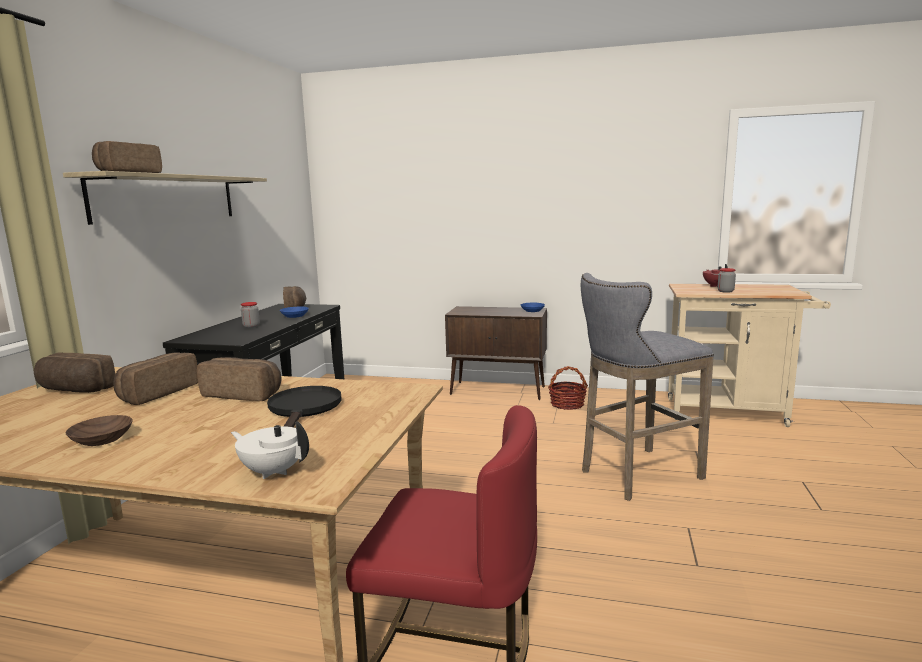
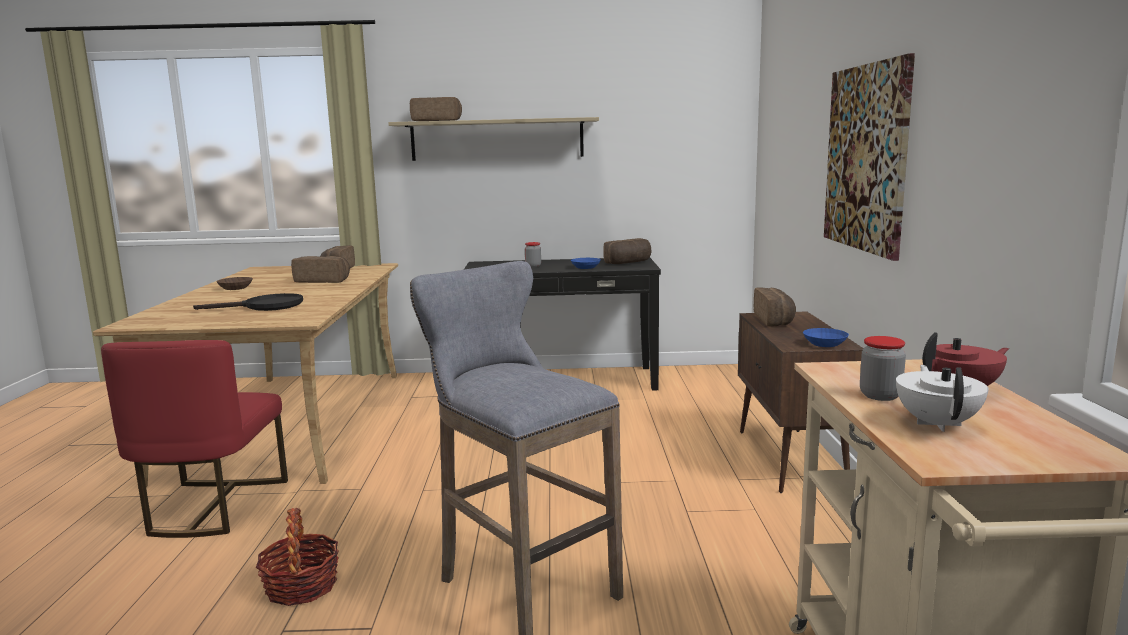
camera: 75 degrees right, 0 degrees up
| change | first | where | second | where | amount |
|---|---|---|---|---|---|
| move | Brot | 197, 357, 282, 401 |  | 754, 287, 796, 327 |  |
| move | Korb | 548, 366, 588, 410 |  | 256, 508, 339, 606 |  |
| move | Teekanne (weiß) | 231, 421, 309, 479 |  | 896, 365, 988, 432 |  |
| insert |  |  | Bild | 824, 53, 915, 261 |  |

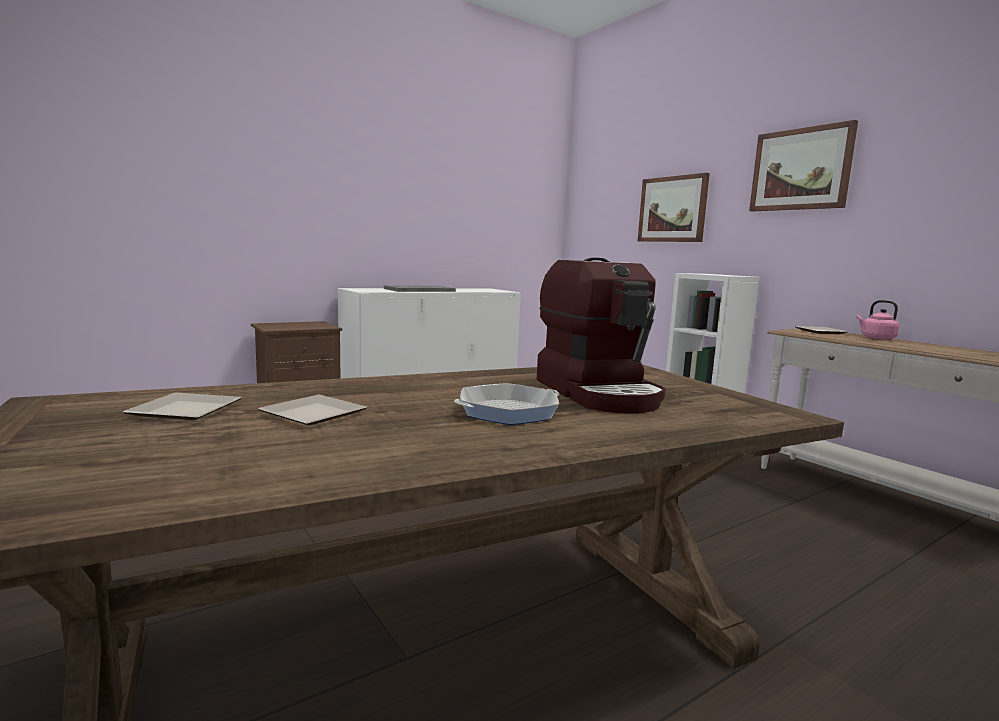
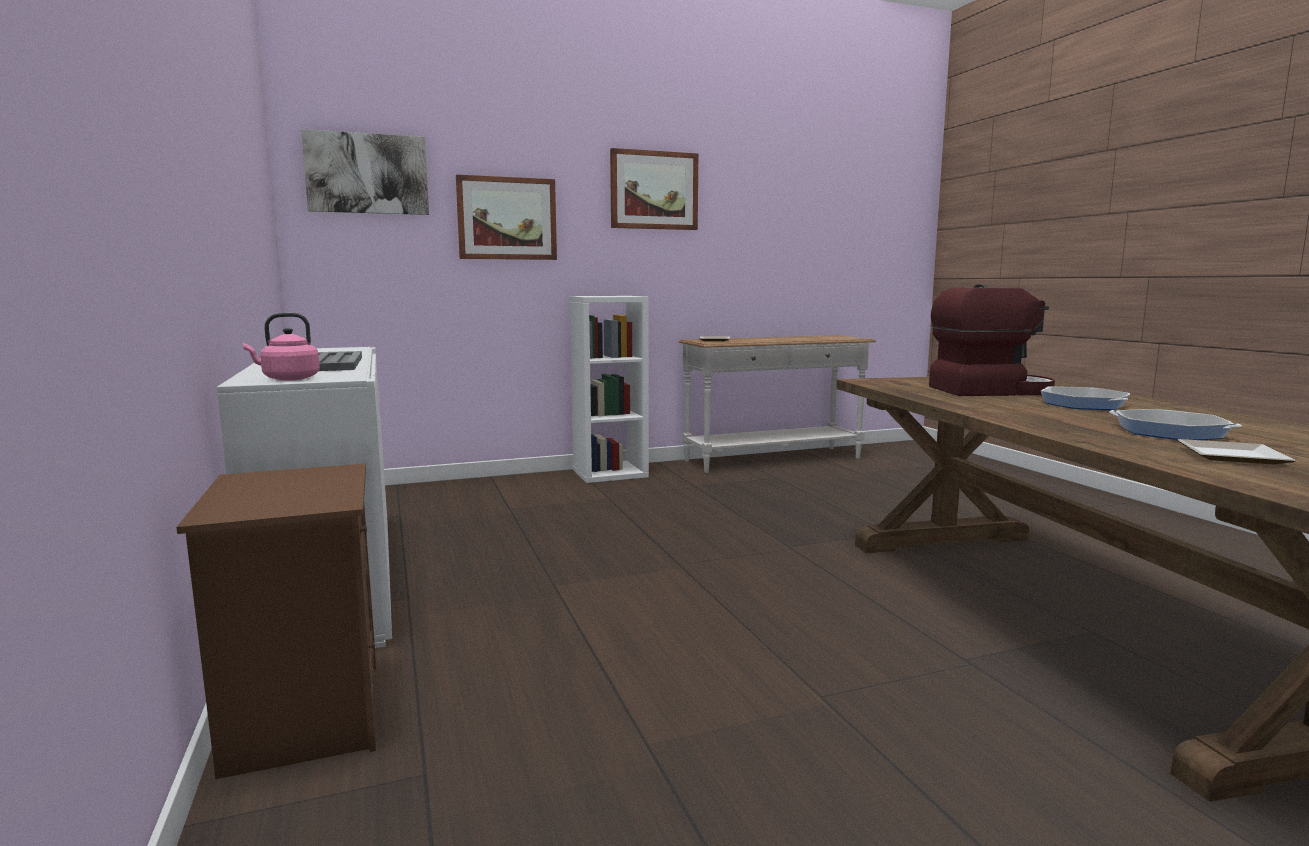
camera: 75 degrees left, 0 degrees up
| change | first | where | second | where | amount |
|---|---|---|---|---|---|
| move | Wasserkessel (rosa) | 856, 300, 900, 340 |  | 243, 313, 320, 381 |  |
| replace | Teller | 258, 395, 367, 426 | Pfanne | 1109, 409, 1242, 440 |  |
| insert |  |  | Bild | 301, 129, 429, 215 |  |

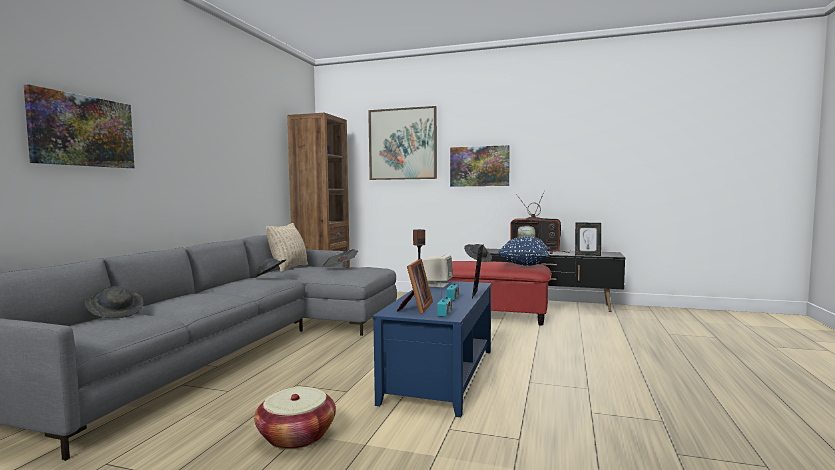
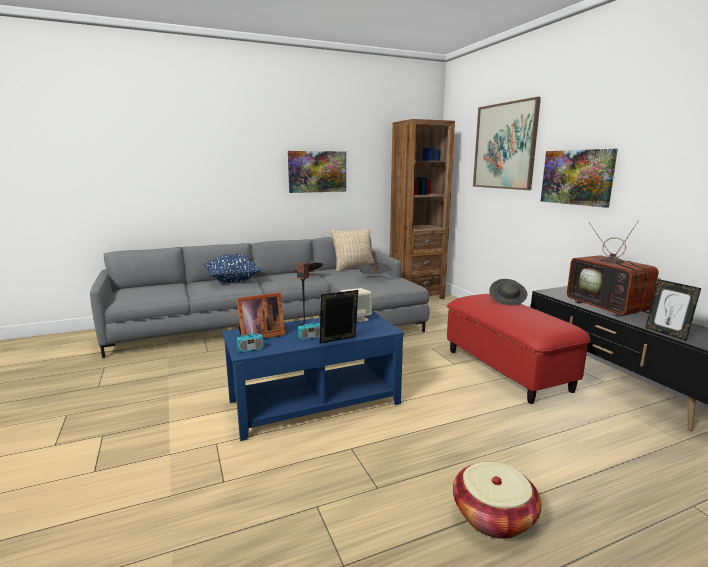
camera: 50 degrees right, 10 degrees up
| change | first | where | second | where | amount |
|---|---|---|---|---|---|
| move | Bild | 24, 84, 135, 168 |  | 288, 151, 346, 193 |  |
| move | Kissen (blau) | 497, 236, 550, 266 |  | 205, 254, 261, 283 |  |
| delete | Hut (grau) | 85, 286, 144, 318 |  |  |  |
| move | Korb | 254, 387, 336, 449 |  | 453, 461, 542, 539 |  |

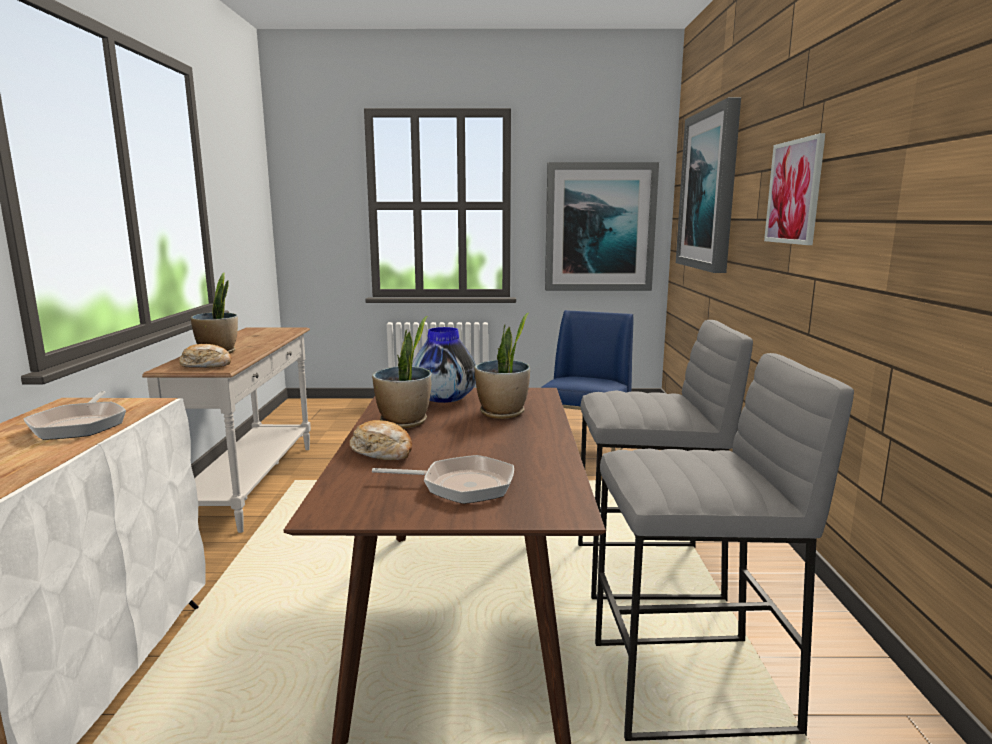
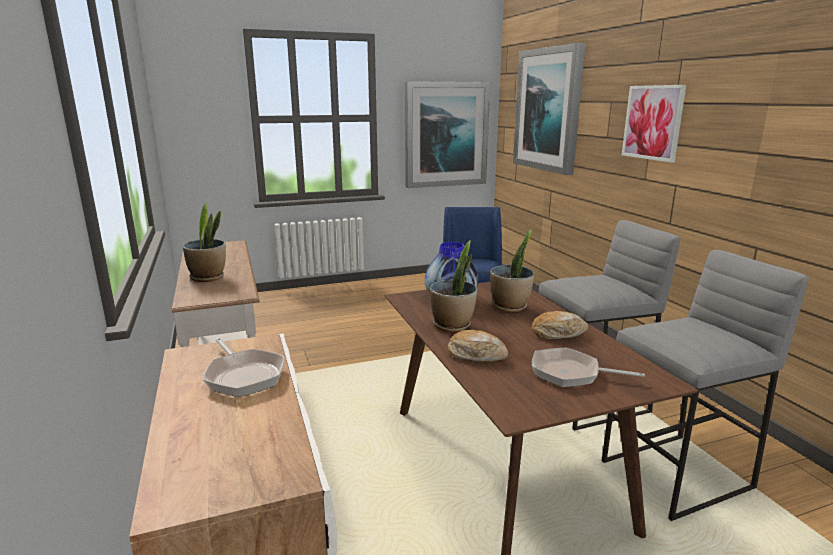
camera: 20 degrees left, 5 degrees up
| change | first | where | second | where | amount |
|---|---|---|---|---|---|
| move | Brot | 179, 344, 231, 368 |  | 532, 311, 588, 339 |  |
| rotate | Pfanne | 372, 455, 514, 504 |  | 532, 348, 645, 387 | 150 degrees counterclockwise |

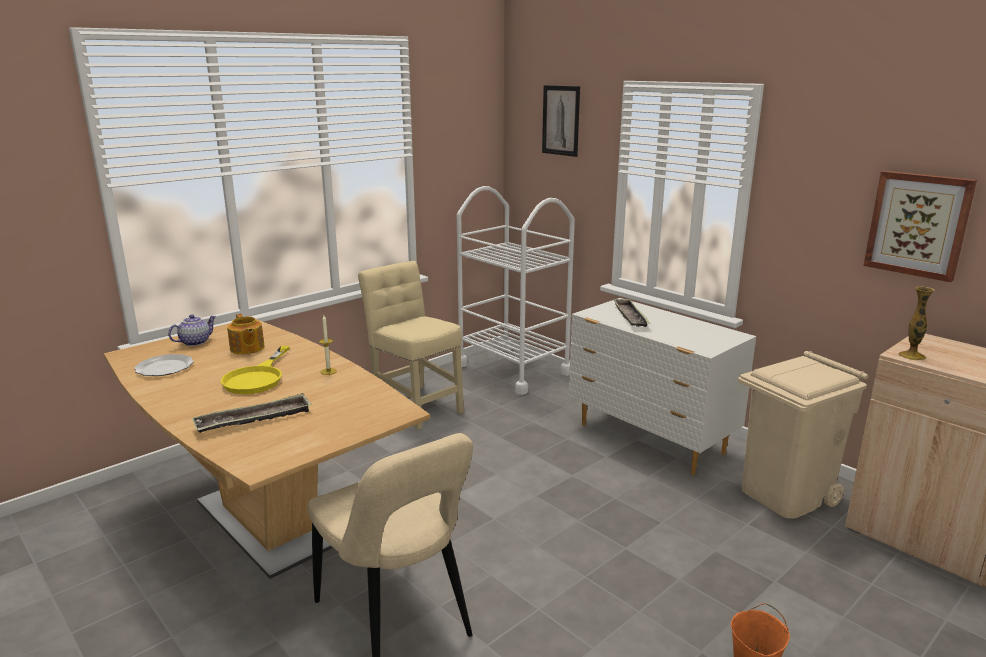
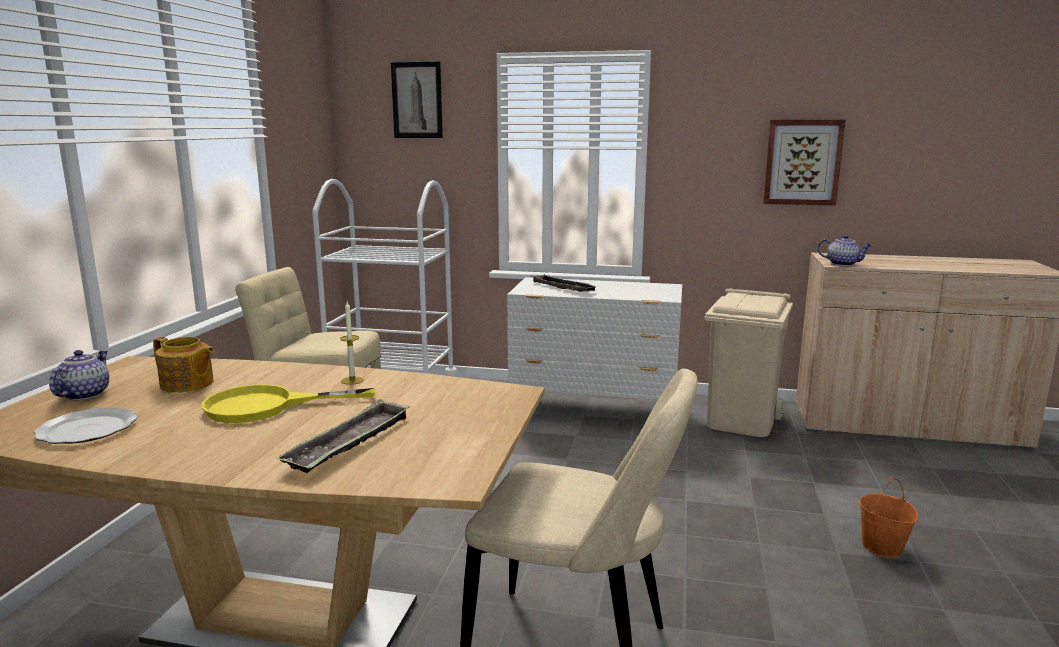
camera: 35 degrees left, 5 degrees down
| change | first | where | second | where | amount |
|---|---|---|---|---|---|
| replace | Vase | 898, 287, 934, 361 | Teekanne | 818, 235, 872, 266 |  |
| rotate | Pfanne (gelb) | 221, 346, 290, 394 |  | 201, 384, 376, 423 | 105 degrees clockwise |

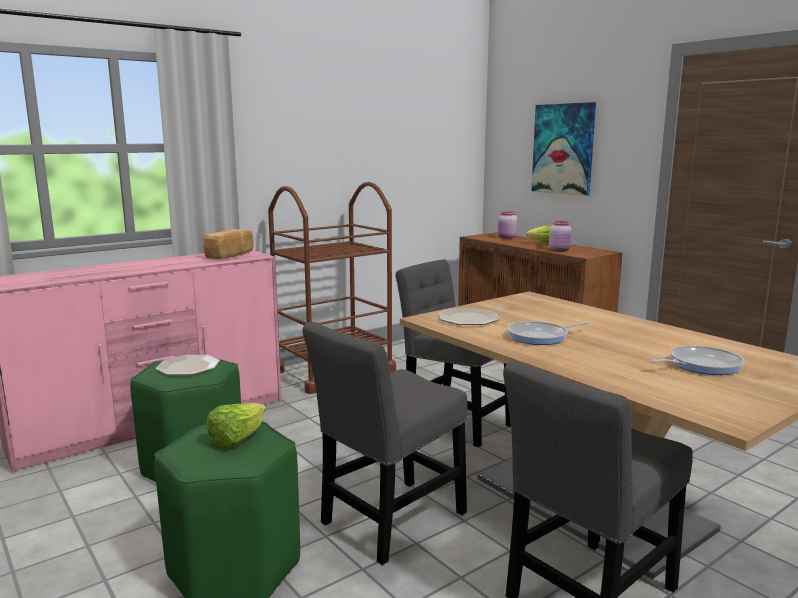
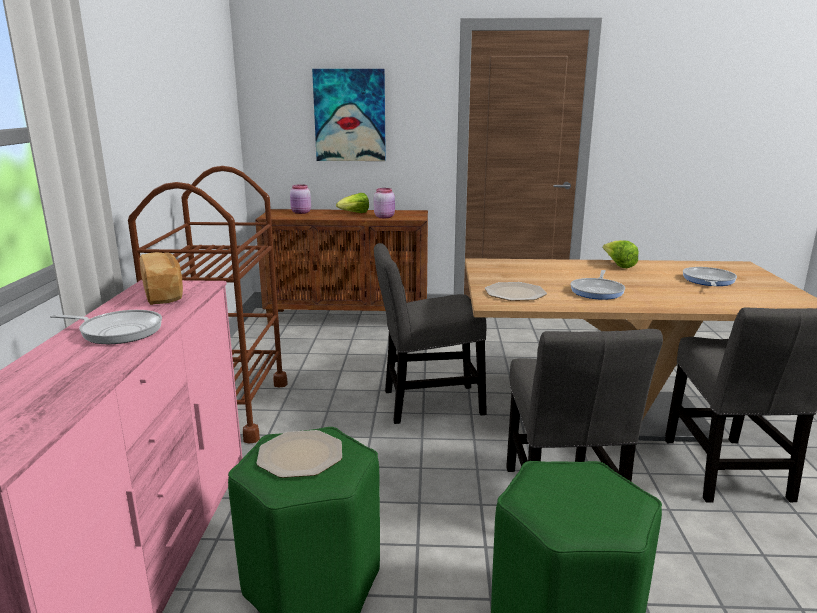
camera: 50 degrees left, 5 degrees up
| change | first | where | second | where | amount |
|---|---|---|---|---|---|
| move | Salatkopf | 206, 403, 266, 448 |  | 603, 240, 639, 268 |  |
| insert |  |  | Pfanne | 50, 310, 162, 344 |  |

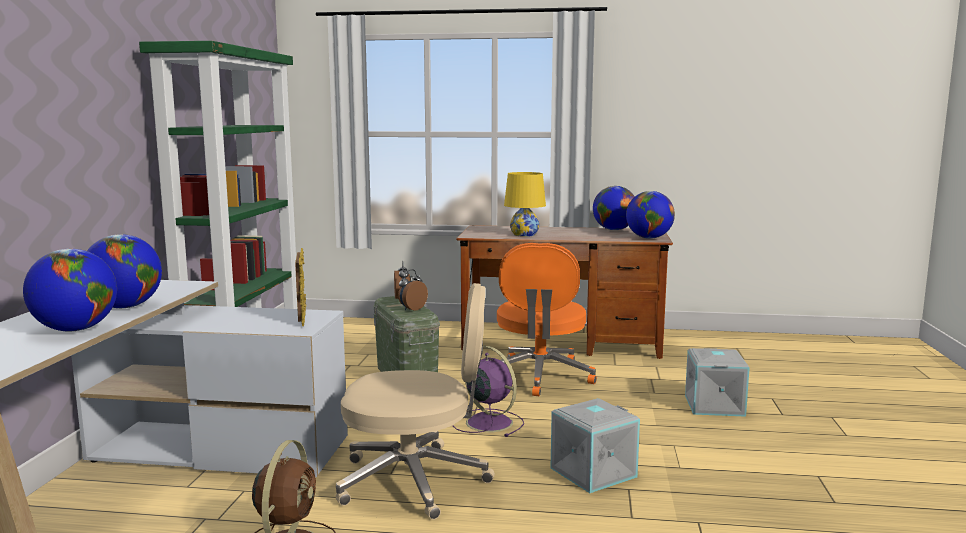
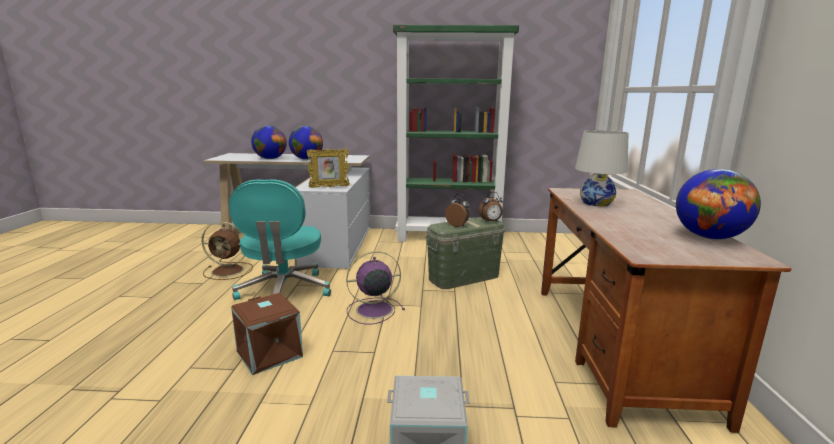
camera: 85 degrees right, 5 degrees up
| change | first | where | second | where | amount |
|---|---|---|---|---|---|
| recolor | Tischlampe (gelb) | 504, 172, 546, 237 | Tischlampe (weiß) | 575, 130, 628, 207 |  |
| delete | Globus | 626, 191, 675, 239 |  |  |  |
| delete | Bürostuhl (orange) | 497, 243, 597, 396 |  |  |  |
| recolor | Bürostuhl (beige) | 336, 283, 495, 520 | Bürostuhl (türkis) | 229, 179, 331, 300 |  |
| rotate | Ventilator (lila) | 453, 346, 524, 437 |  | 346, 251, 405, 324 | 150 degrees counterclockwise |
| recolor | Aufbewahrungsbox (grau) | 551, 398, 640, 493 | Aufbewahrungsbox (braun) | 231, 293, 303, 375 |  |

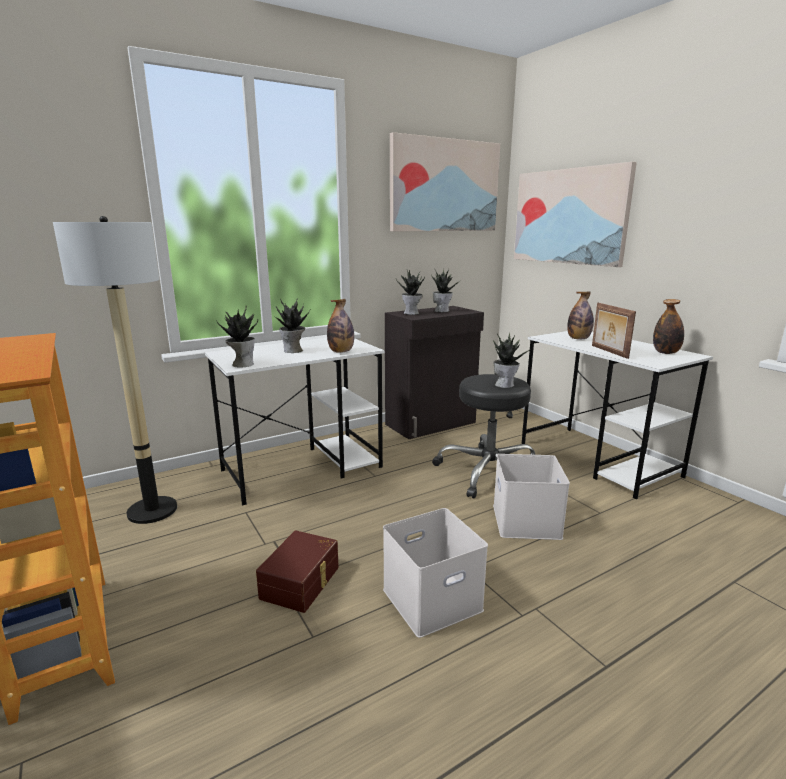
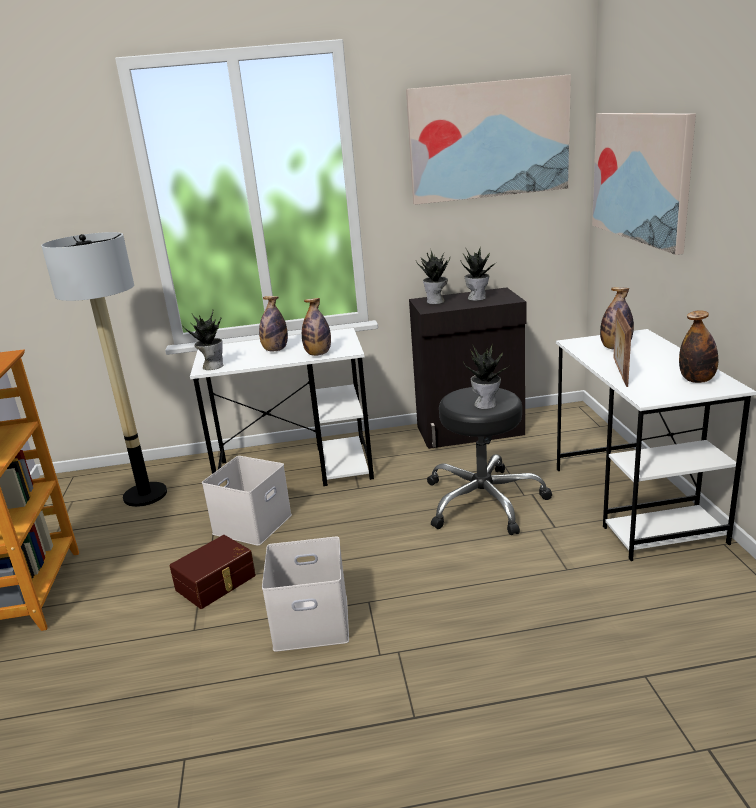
camera: 25 degrees right, 5 degrees up
| change | first | where | second | where | amount |
|---|---|---|---|---|---|
| replace | Topfpflanze | 274, 298, 311, 353 | Flasche | 259, 296, 288, 351 |  |
| move | Aufbewahrungsbox (weiß) | 493, 454, 570, 540 |  | 202, 456, 292, 546 |  |

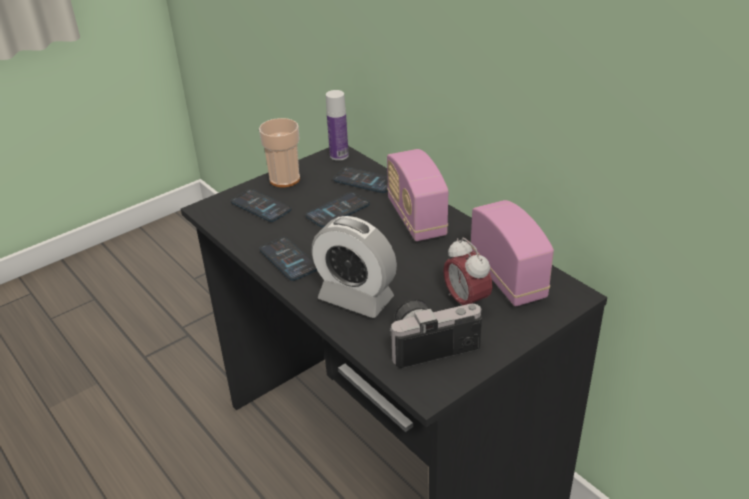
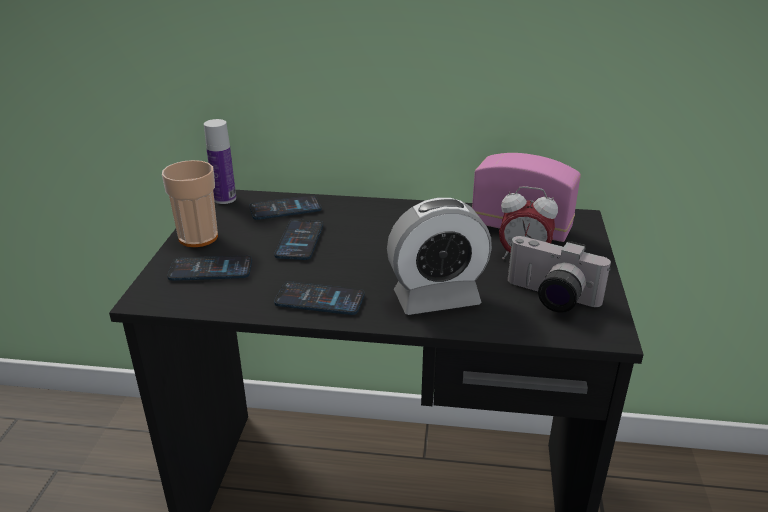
camera: 45 degrees left, 5 degrees down
| change | first | where | second | where | amount |
|---|---|---|---|---|---|
| delete | Radio | 387, 149, 448, 241 |  |  |  |
| rotate | Kamera | 389, 299, 482, 368 |  | 508, 236, 611, 313 | 90 degrees counterclockwise |

